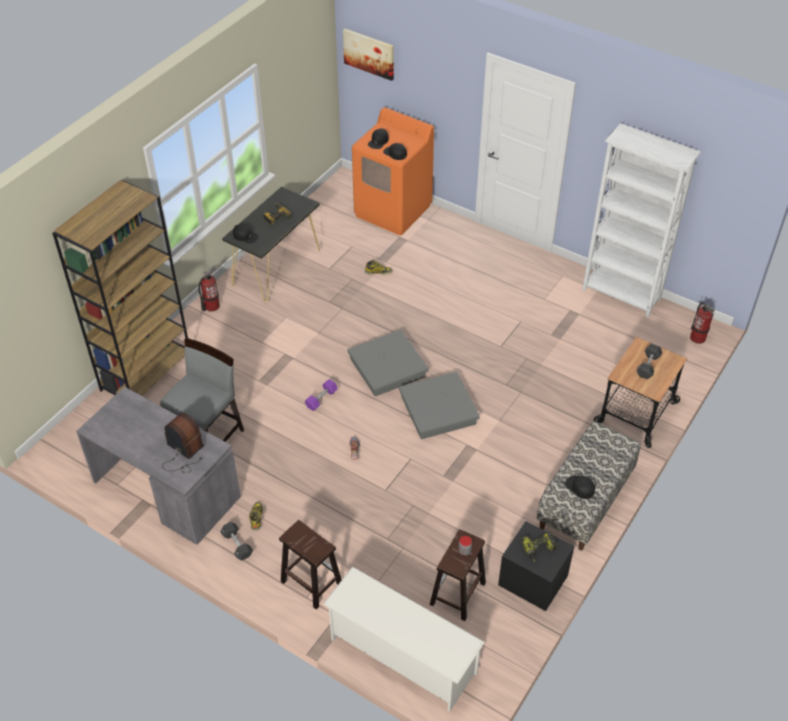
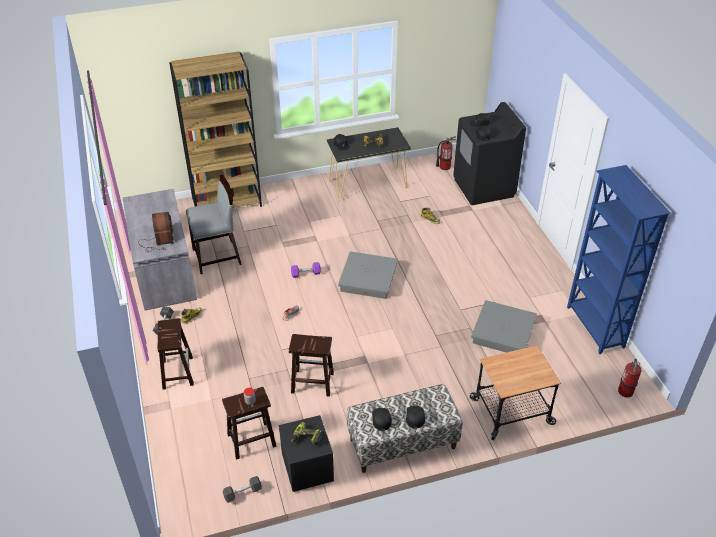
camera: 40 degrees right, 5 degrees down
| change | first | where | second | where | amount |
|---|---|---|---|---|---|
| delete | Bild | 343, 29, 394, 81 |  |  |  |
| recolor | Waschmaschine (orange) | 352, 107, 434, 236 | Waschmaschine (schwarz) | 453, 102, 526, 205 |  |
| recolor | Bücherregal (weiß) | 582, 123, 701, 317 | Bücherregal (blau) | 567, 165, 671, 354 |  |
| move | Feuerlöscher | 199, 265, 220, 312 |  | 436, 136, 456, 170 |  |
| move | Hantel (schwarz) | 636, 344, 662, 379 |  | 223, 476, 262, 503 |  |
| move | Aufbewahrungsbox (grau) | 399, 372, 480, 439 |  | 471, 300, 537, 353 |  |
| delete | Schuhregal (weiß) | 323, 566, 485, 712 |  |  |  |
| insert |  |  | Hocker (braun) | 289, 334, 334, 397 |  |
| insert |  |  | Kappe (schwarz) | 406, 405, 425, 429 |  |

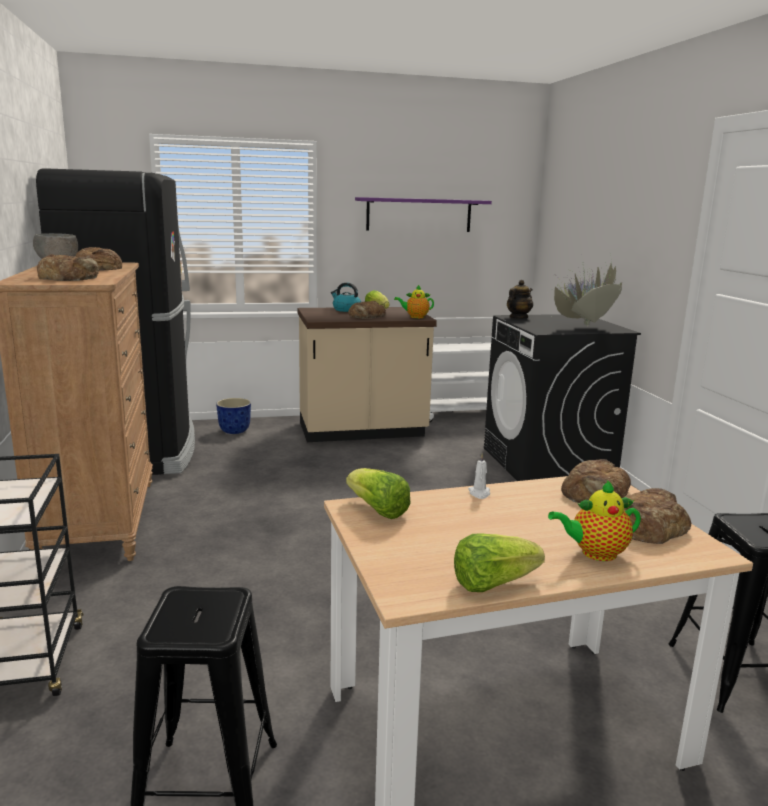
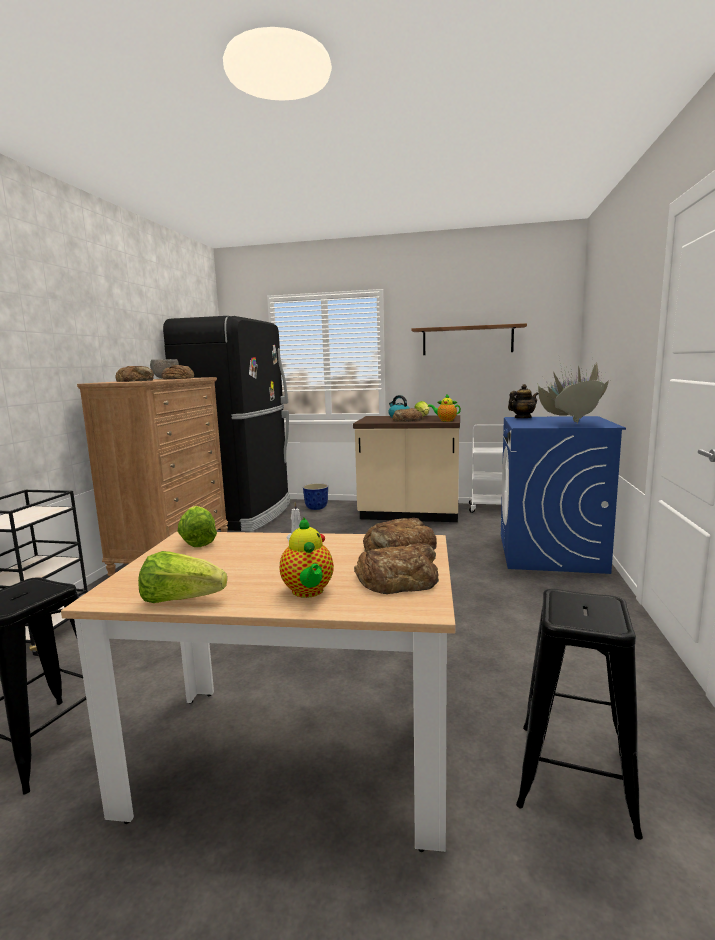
camera: 25 degrees right, 5 degrees down
| change | first | where | second | where | amount |
|---|---|---|---|---|---|
| recolor | Wandregal (lila) | 355, 197, 492, 232 | Wandregal (braun) | 412, 323, 527, 355 |  |
| recolor | Waschmaschine (schwarz) | 484, 314, 641, 481 | Waschmaschine (blau) | 501, 416, 626, 574 |  |
| rotate | Teekanne | 548, 480, 641, 561 |  | 280, 518, 334, 598 | 120 degrees counterclockwise |

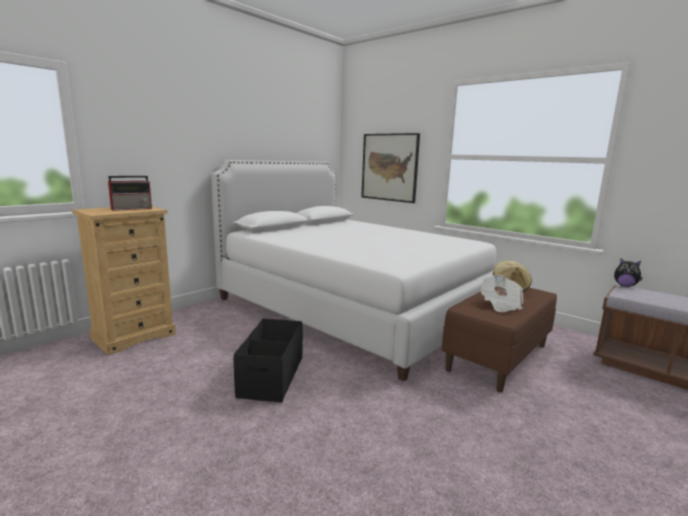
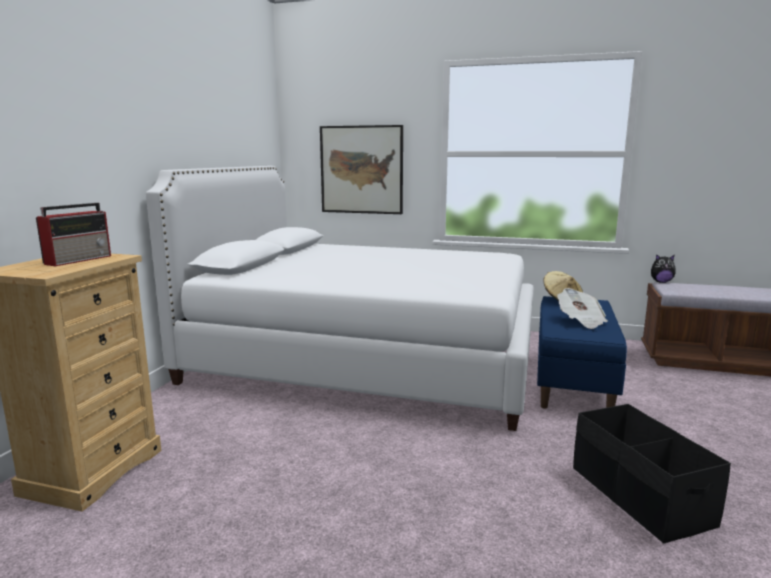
camera: 25 degrees left, 0 degrees up
| change | first | where | second | where | amount |
|---|---|---|---|---|---|
| recolor | Bank (braun) | 442, 288, 557, 392 | Bank (blau) | 537, 296, 627, 409 |  |
| move | Aufbewahrungsbox (schwarz) | 234, 318, 303, 402 |  | 573, 404, 731, 544 |  |

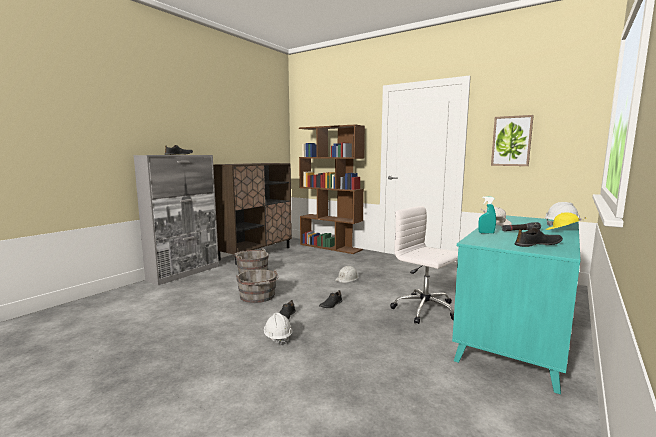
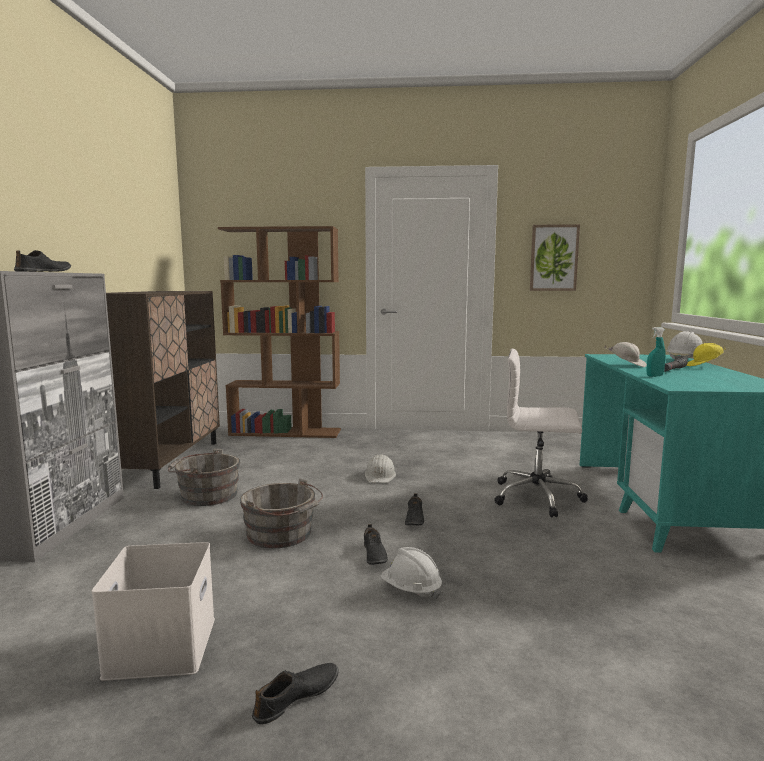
camera: 30 degrees left, 0 degrees up
| change | first | where | second | where | amount |
|---|---|---|---|---|---|
| move | Schuh (schwarz) | 514, 228, 563, 247 |  | 252, 663, 339, 724 |  |
| insert |  |  | Aufbewahrungsbox (weiß) | 92, 542, 215, 681 |  |

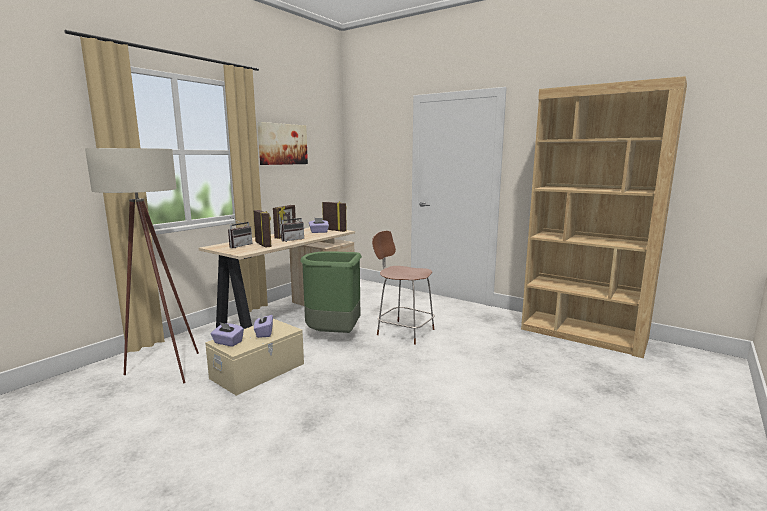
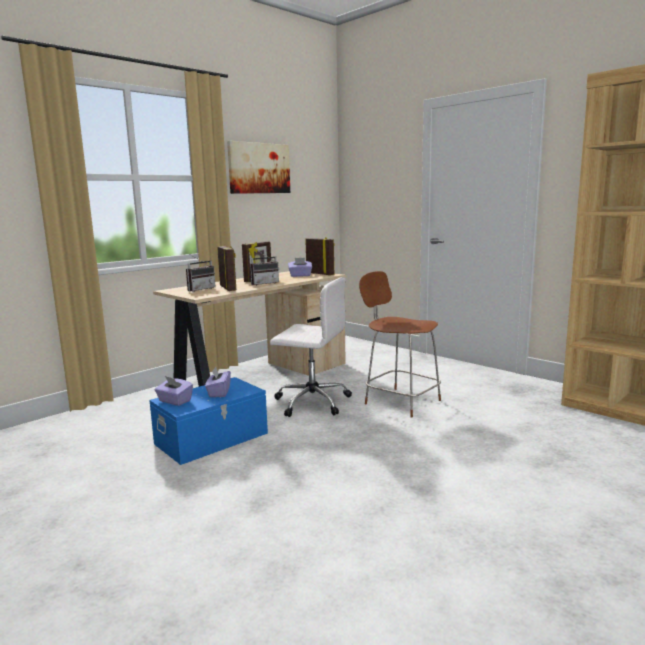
camera: 10 degrees right, 0 degrees up
| change | first | where | second | where | amount |
|---|---|---|---|---|---|
| delete | Stehlampe (beige) | 85, 148, 199, 383 |  |  |  |
| replace | Mülleimer (grün) | 300, 251, 362, 333 | Bürostuhl (weiß) | 270, 277, 352, 417 |  |
| recolor | Aufbewahrungsbox (beige) | 205, 319, 304, 396 | Aufbewahrungsbox (blau) | 149, 377, 268, 465 |  |

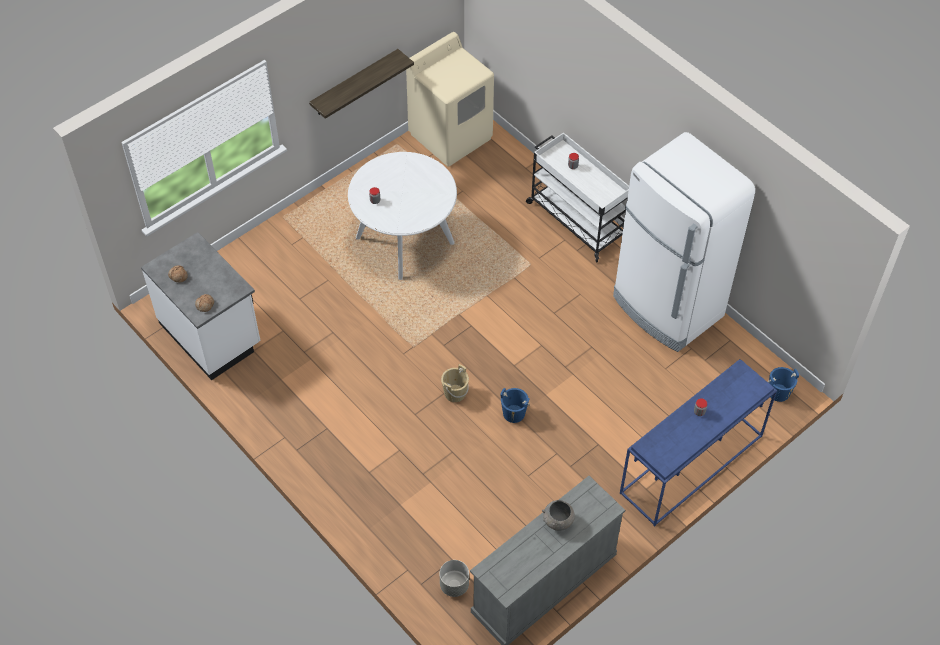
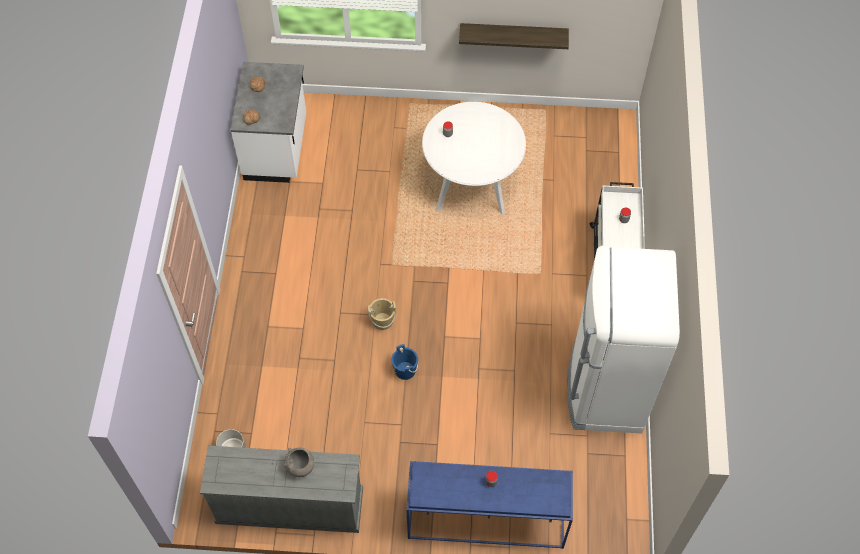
camera: 45 degrees right, 5 degrees up
| change | first | where | second | where | amount |
|---|---|---|---|---|---|
| delete | Waschmaschine (beige) | 406, 32, 494, 167 |  |  |  |
| delete | Eimer (blau) | 768, 367, 799, 402 |  |  |  |

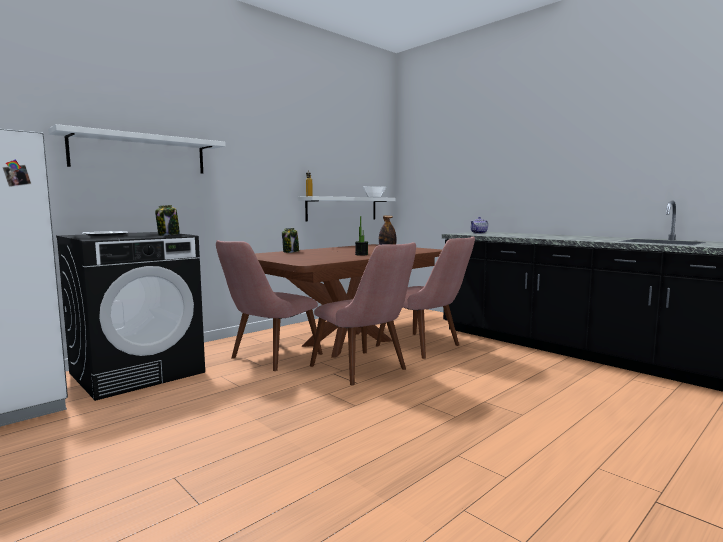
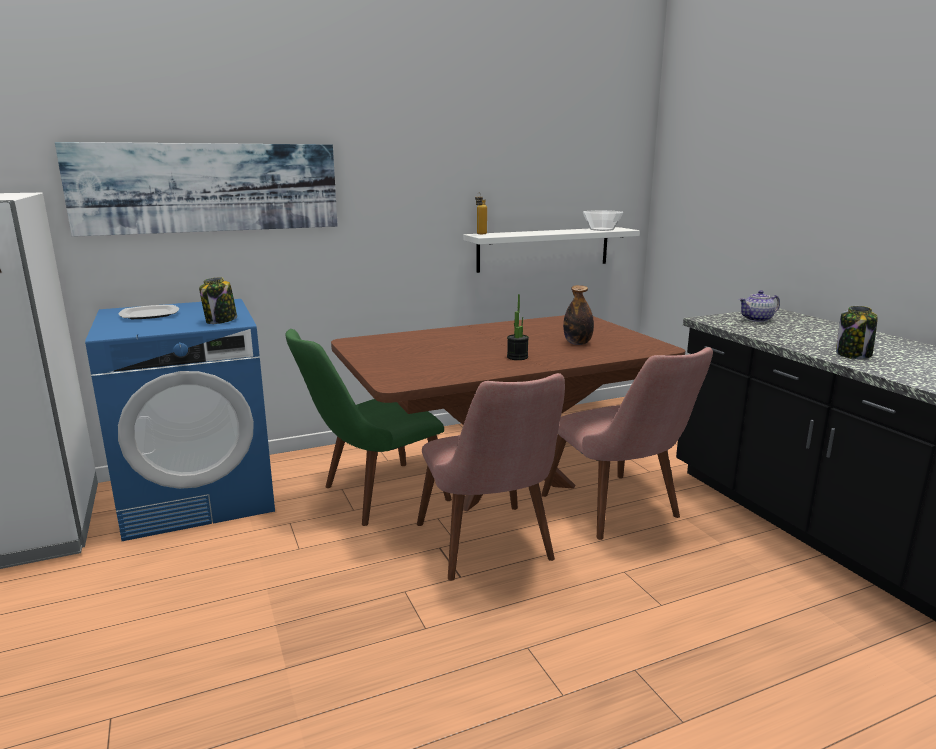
camera: 20 degrees right, 10 degrees up
| change | first | where | second | where | amount |
|---|---|---|---|---|---|
| replace | Wandregal (weiß) | 48, 124, 226, 174 | Bild | 55, 142, 338, 237 |  |
| move | Vorratsglas | 282, 228, 299, 253 |  | 836, 306, 878, 359 |  |
| recolor | Waschmaschine (schwarz) | 56, 232, 205, 401 | Waschmaschine (blau) | 85, 299, 275, 541 |  |
| recolor | Stuhl (rosa) | 216, 240, 323, 371 | Stuhl (grün) | 285, 329, 452, 526 |  |

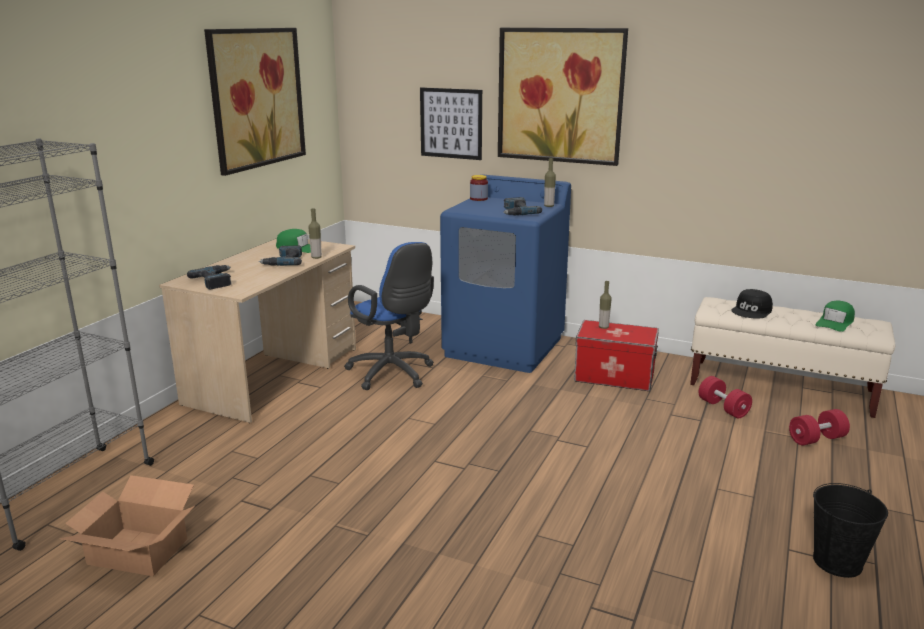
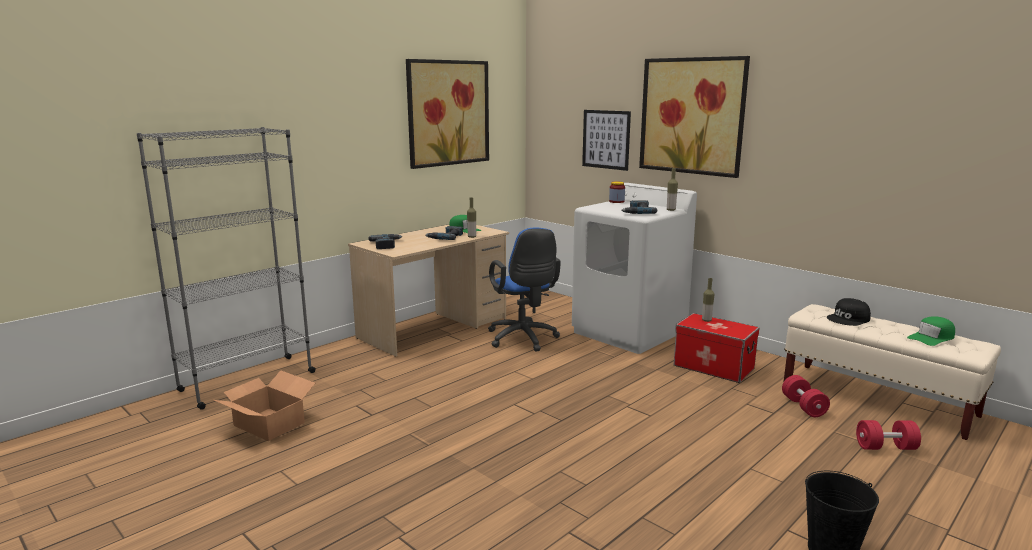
camera: 20 degrees right, 5 degrees down
| change | first | where | second | where | amount |
|---|---|---|---|---|---|
| recolor | Waschmaschine (blau) | 440, 175, 571, 373 | Waschmaschine (weiß) | 572, 183, 697, 354 |  |

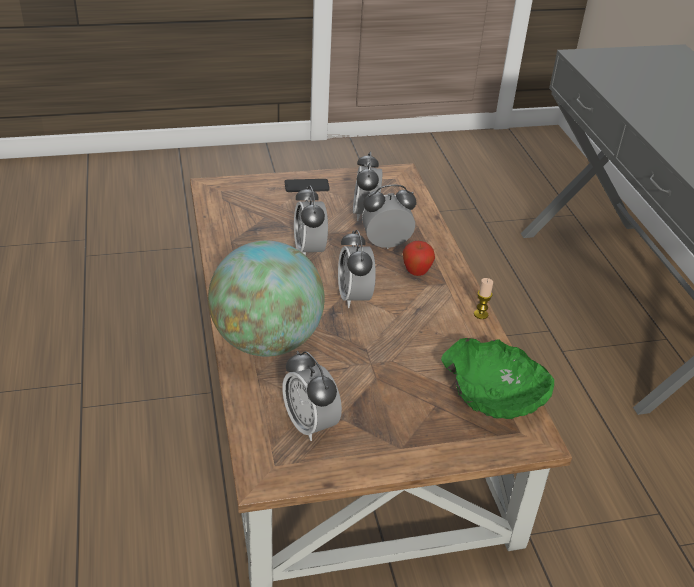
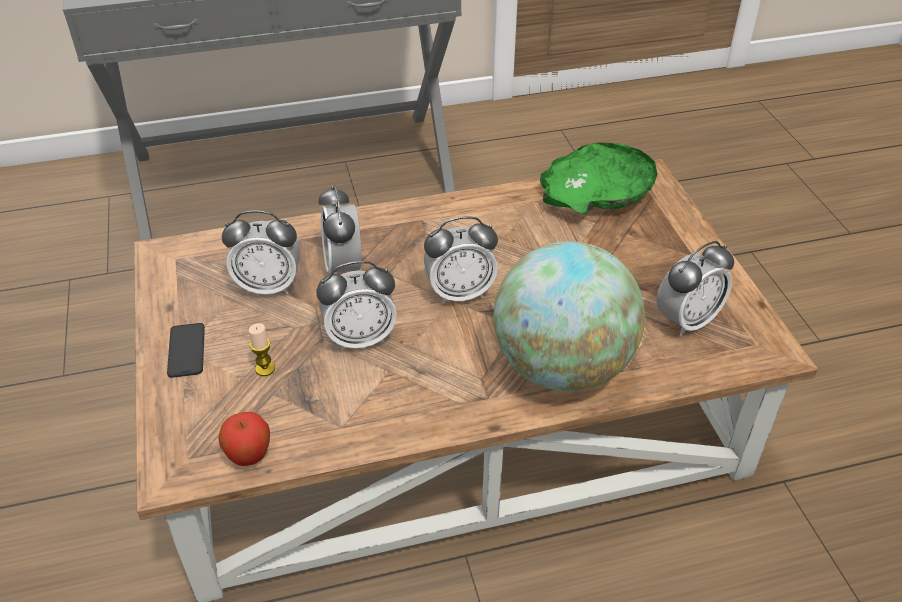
camera: 90 degrees left, 5 degrees up
| change | first | where | second | where | amount |
|---|---|---|---|---|---|
| move | Apfel | 403, 241, 435, 276 |  | 219, 412, 270, 466 |  |
| move | Kerze | 474, 278, 493, 319 |  | 249, 323, 275, 376 |  |

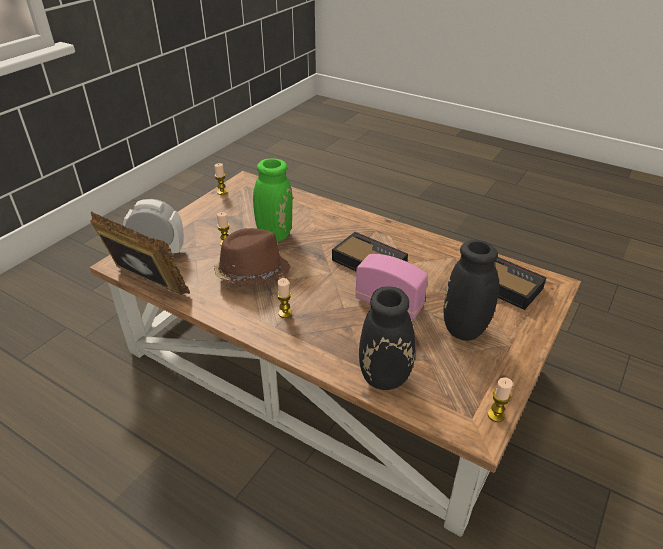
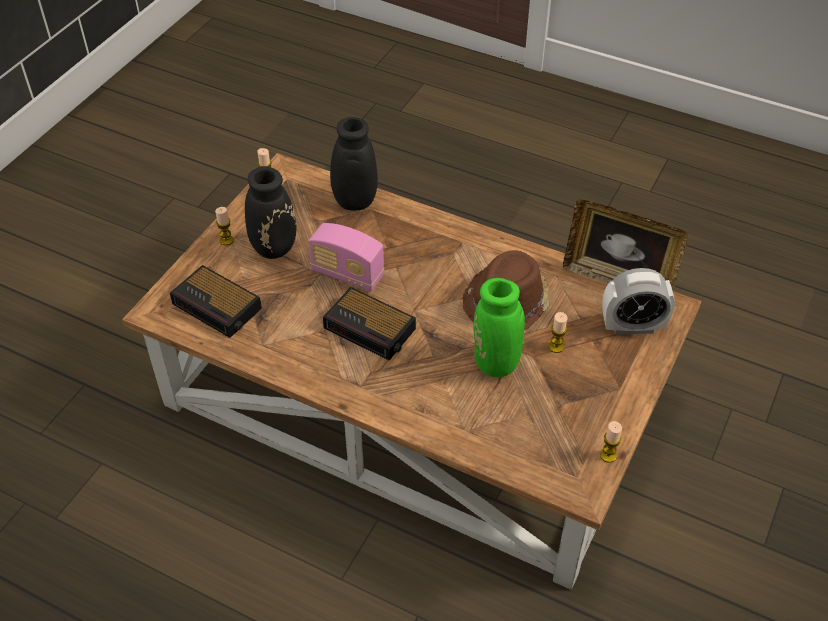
camera: 175 degrees right, 10 degrees up
| change | first | where | second | where | amount |
|---|---|---|---|---|---|
| move | Kerze | 277, 278, 292, 318 |  | 215, 207, 234, 245 |  |

